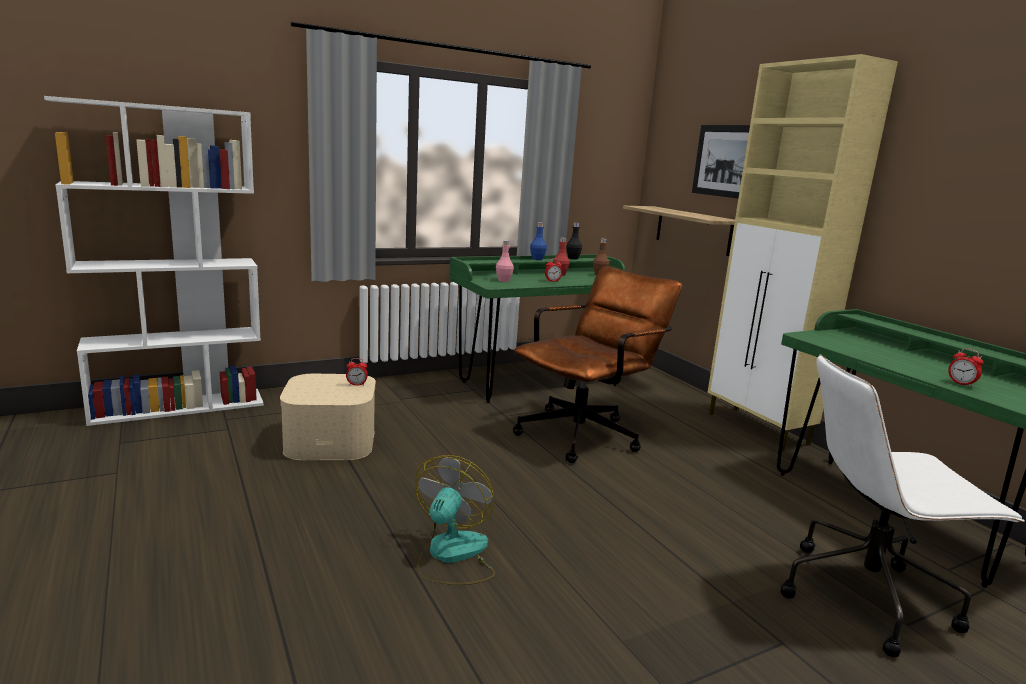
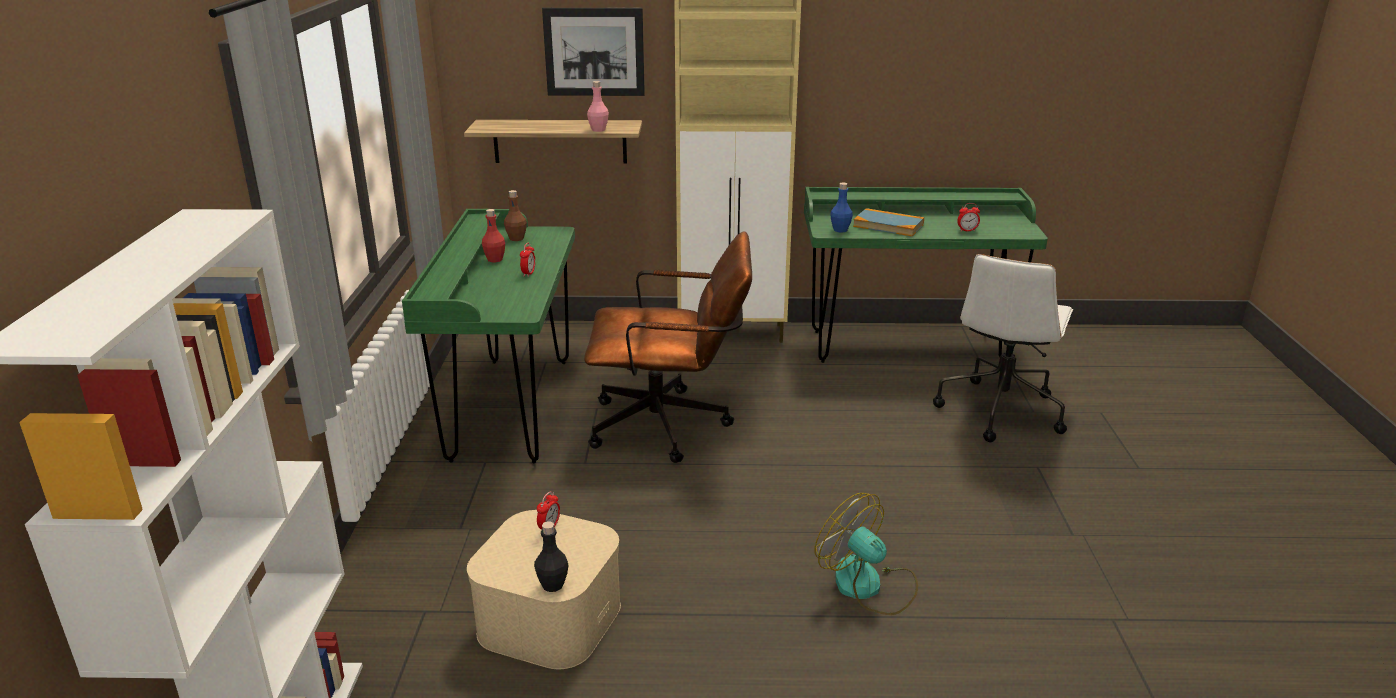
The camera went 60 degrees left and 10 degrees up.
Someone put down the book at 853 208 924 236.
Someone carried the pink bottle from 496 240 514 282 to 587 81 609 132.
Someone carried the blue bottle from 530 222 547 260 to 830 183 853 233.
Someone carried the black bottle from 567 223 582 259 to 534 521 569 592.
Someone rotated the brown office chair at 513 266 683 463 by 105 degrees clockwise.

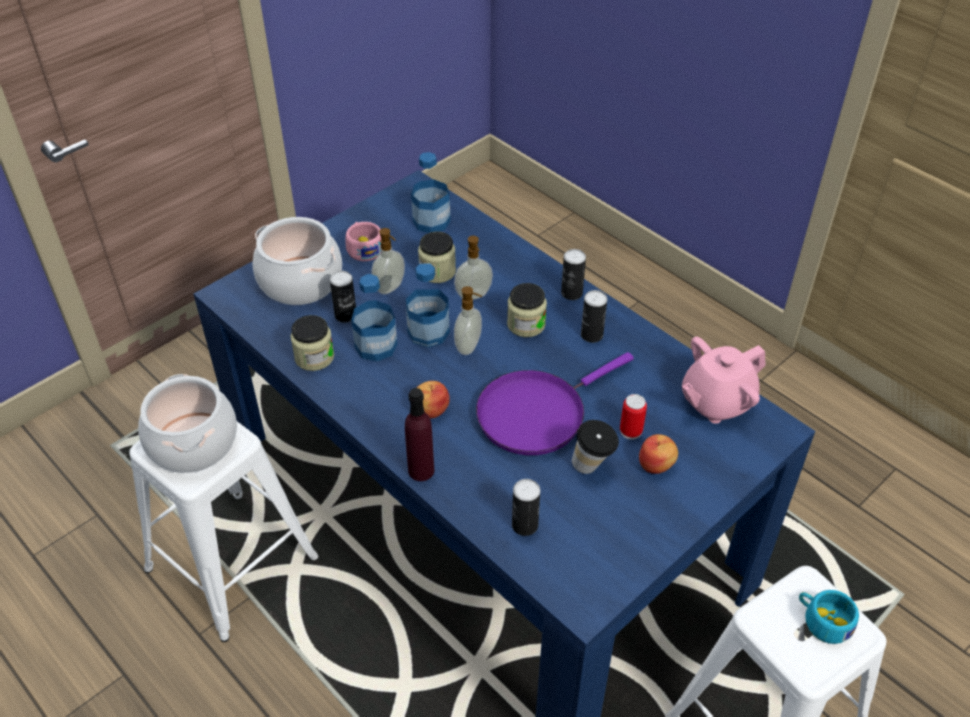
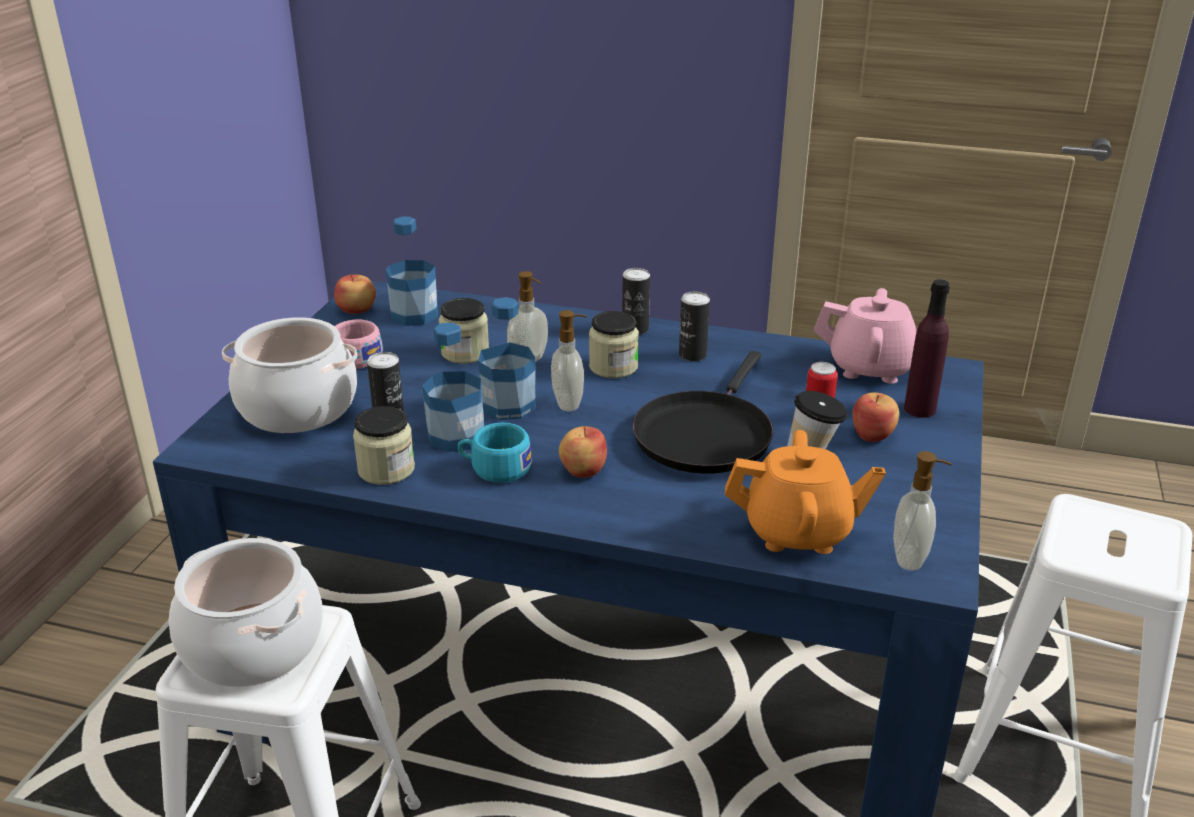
The camera went 30 degrees left and 15 degrees down.
Someone put down the apple at 334 274 376 314.
Someone carried the soap dispenser from 371 228 405 294 to 893 451 952 571.
Someone carried the purple bottle from 405 388 434 481 to 904 279 950 418.
Someone carried the turquoise cup from 799 590 859 644 to 458 423 532 483.
Someone swapped the can at 512 479 541 536 for the orange teapot at 725 430 886 554.
Someone repainted the purple frying pan at 476 352 634 455, which became the black frying pan at 633 351 773 474.
Someone rotated the pink teapot at 682 336 766 424 by 105 degrees counterclockwise.

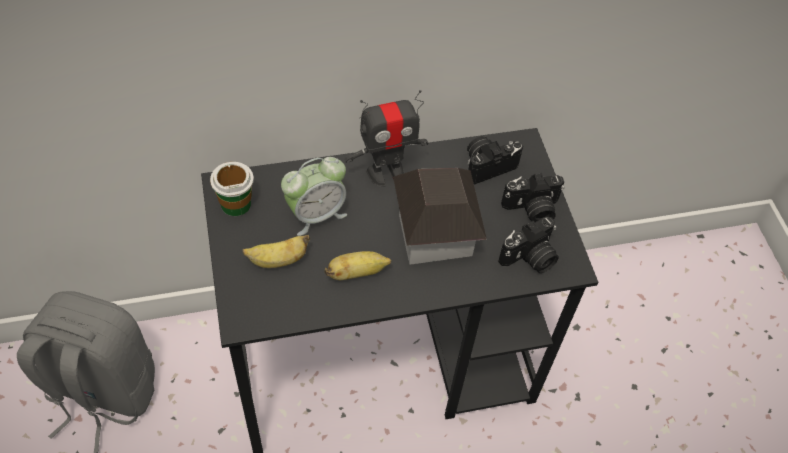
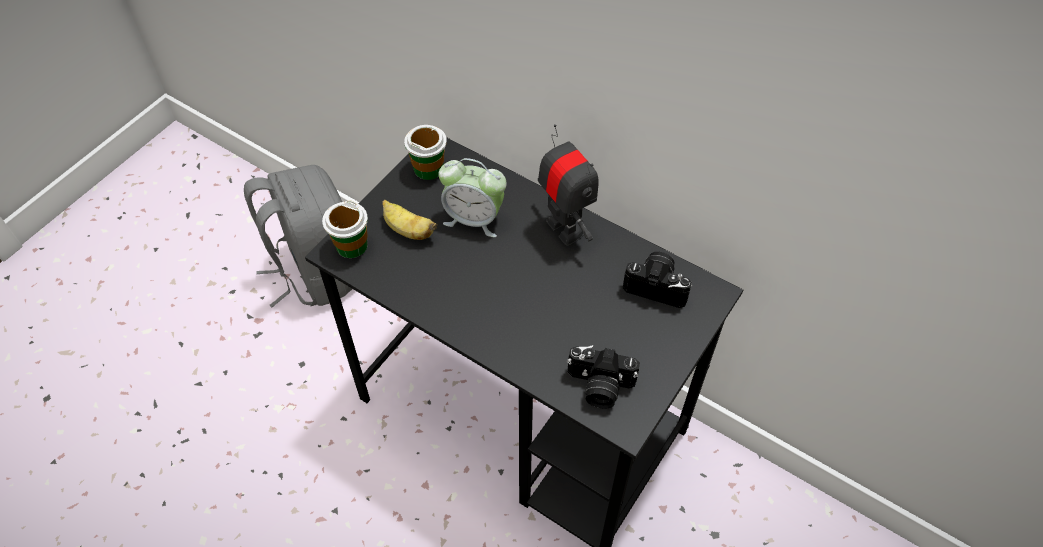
The camera went 50 degrees right and 0 degrees up.
Someone took away the banana at 324 251 391 280.
Someone took away the toy house at 393 168 487 265.
Someone took away the photo camera at 501 173 564 222.
Someone put down the cup at 322 201 368 258.
Someone rotated the toy robot at 345 90 428 186 by 150 degrees counterclockwise.

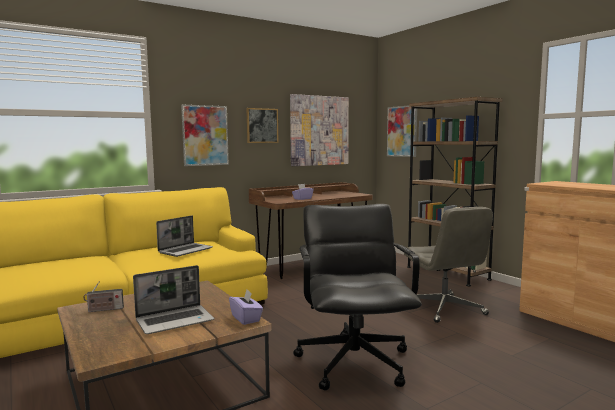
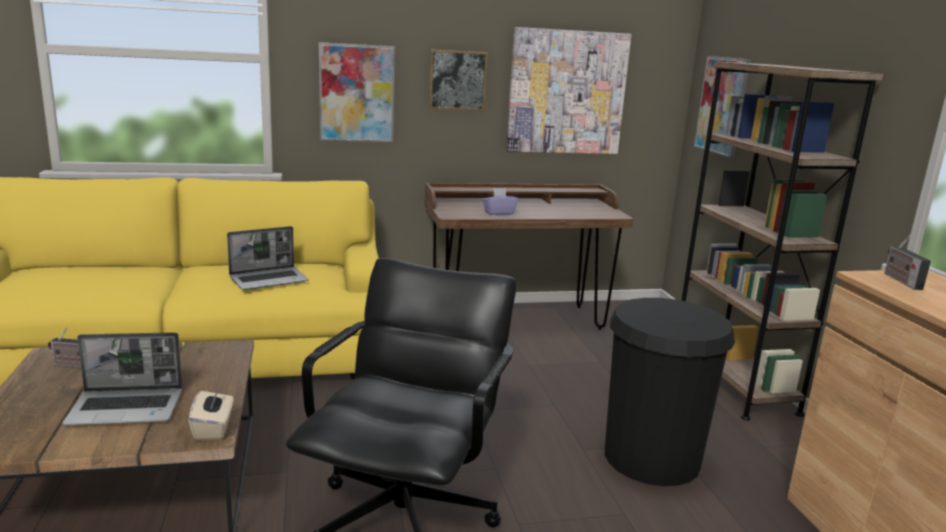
The camera went 20 degrees right and 10 degrees up.
Someone put down the radio at 884 235 931 290.
Someone swapped the grey office chair at 404 207 493 323 for the black trash can at 605 298 735 486.
Someone repainted the purple tissue box at 229 290 263 325, which became the beige tissue box at 189 388 234 441.

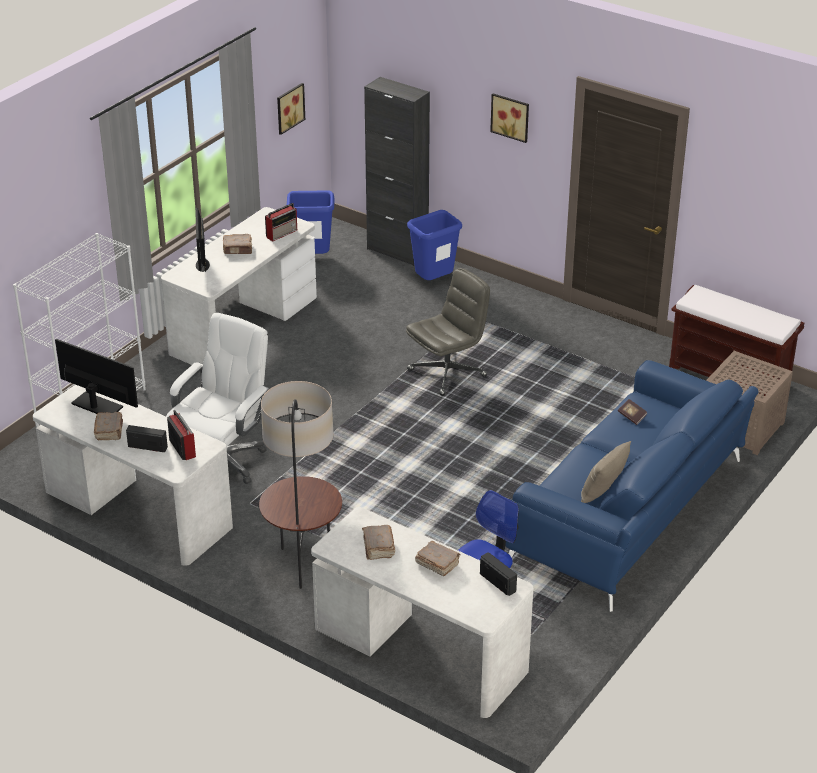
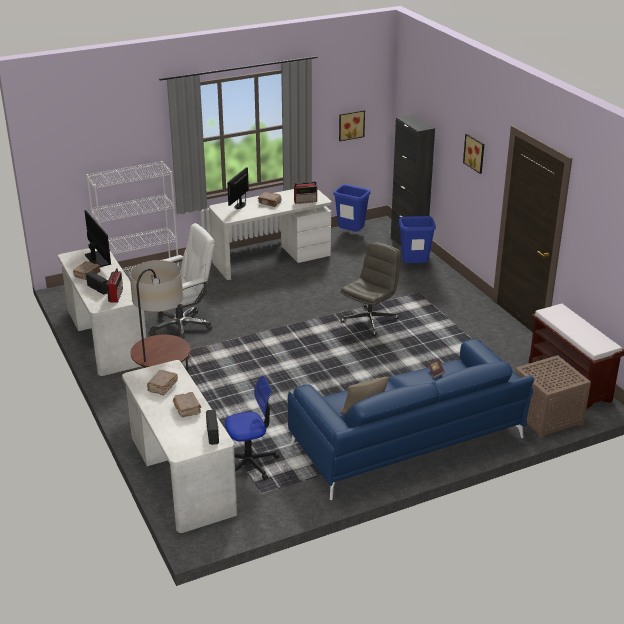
The camera went 30 degrees right and 5 degrees down.
Someone rotated the grey office chair at 406 268 490 396 by 45 degrees counterclockwise.

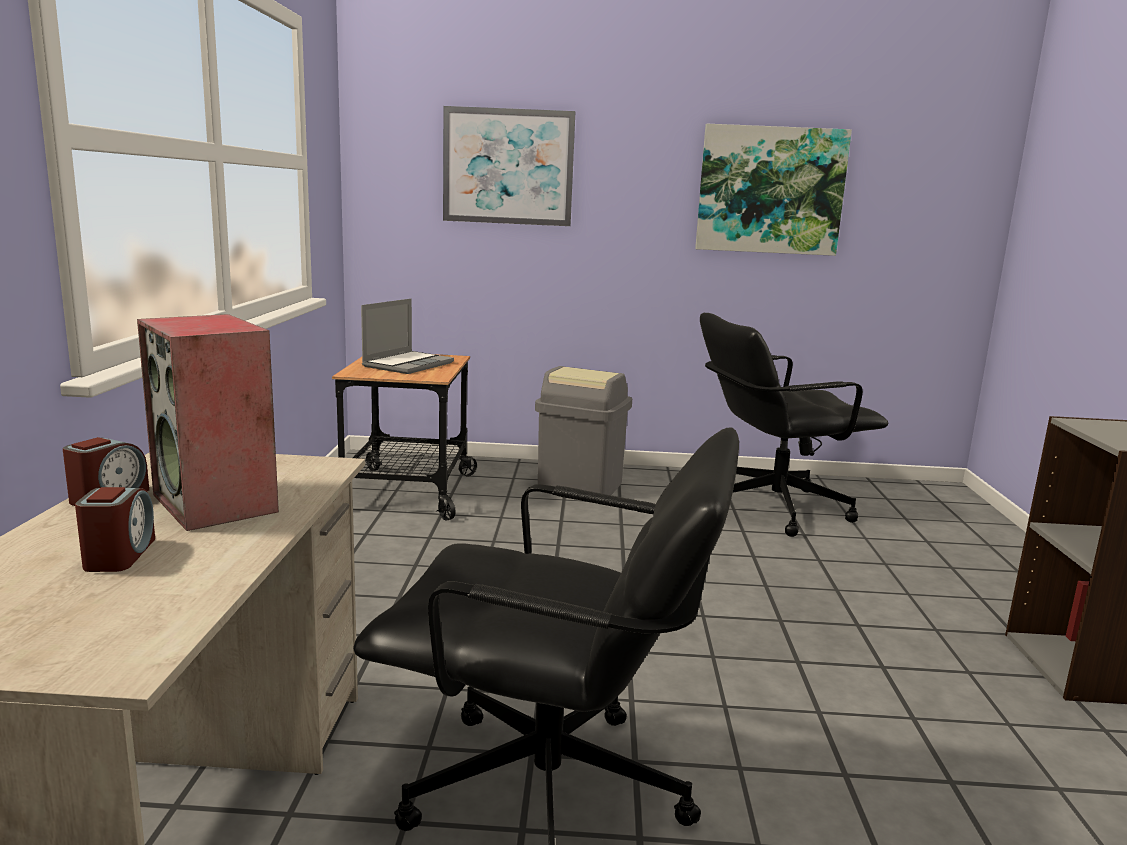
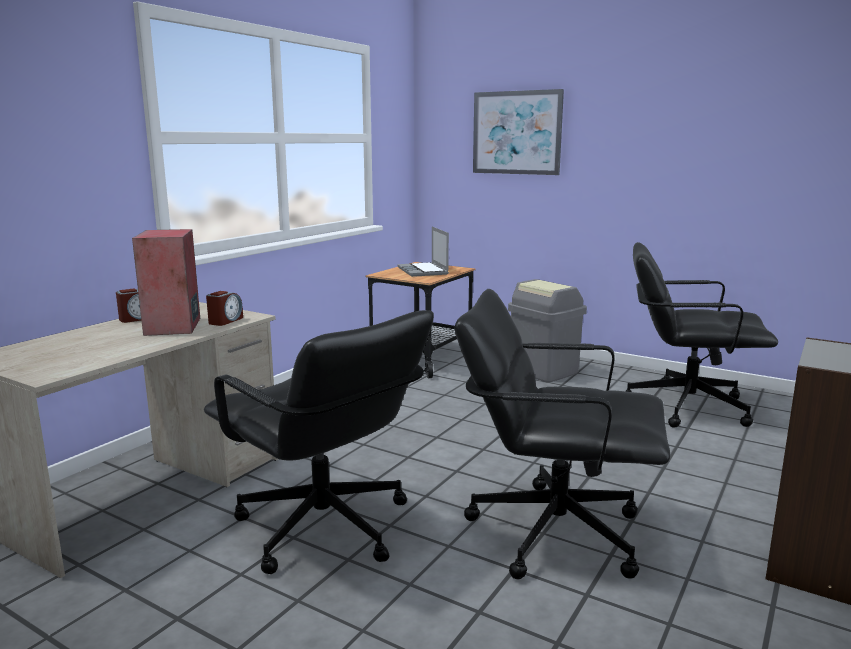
The camera went 30 degrees right and 0 degrees up.
Someone took away the picture at 695 124 852 256.
Someone put down the black office chair at 455 289 670 579.
Someone carried the alarm clock from 75 487 155 572 to 206 291 243 326.
Someone rotated the laptop at 361 298 454 374 by 105 degrees clockwise.

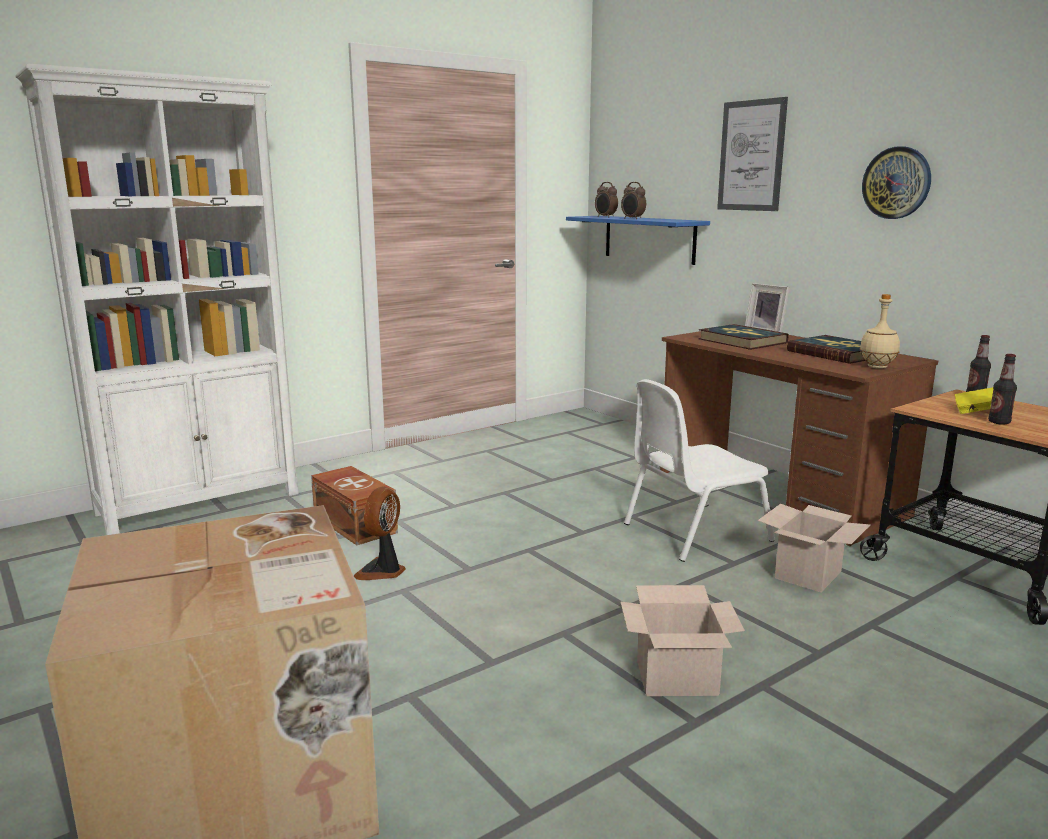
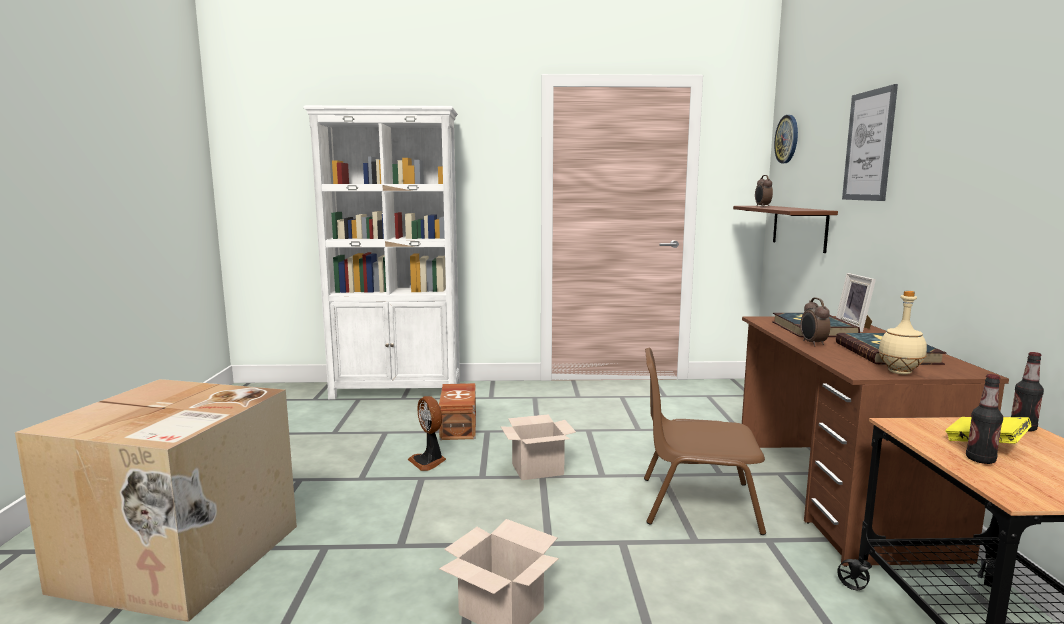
The camera went 35 degrees right and 5 degrees down.
Someone carried the alarm clock from 621 182 646 219 to 800 298 830 346.
Someone carried the cardboard box from 758 504 870 592 to 501 414 576 480.
Someone carried the wall clock from 862 146 931 219 to 774 115 798 163.
Someone repainted the blue shelf at 566 216 710 265, which became the brown shelf at 733 206 838 253.
Someone repainted the white chair at 624 379 775 562, which became the brown chair at 644 348 766 535.
Someone rotated the fan at 354 487 406 580 by 90 degrees counterclockwise.

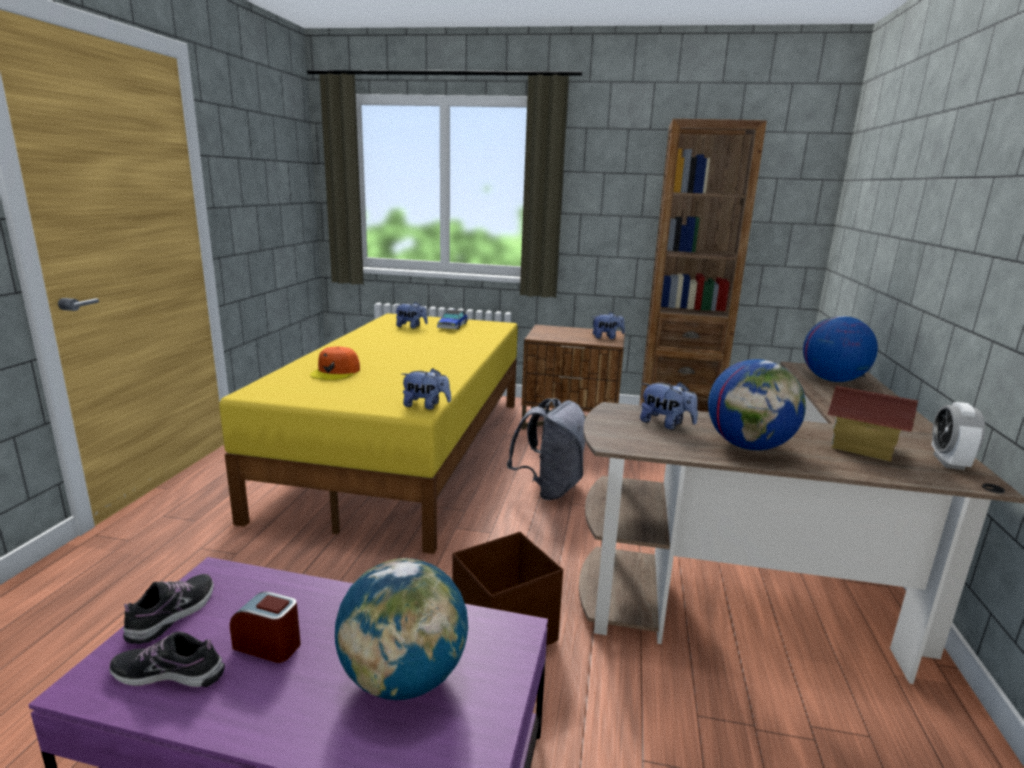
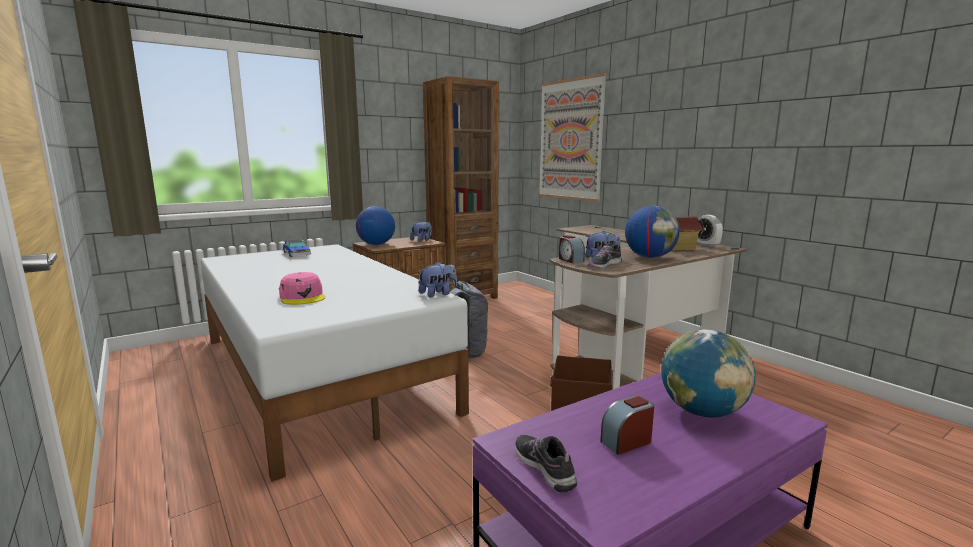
The camera went 45 degrees left and 5 degrees down.
Someone took away the plush toy at 395 302 428 329.
Someone put up the picture at 539 73 607 202.
Someone put down the alarm clock at 559 235 585 263.
Someone carried the shoe from 109 632 225 687 to 587 242 622 268.
Someone carried the globe from 803 316 878 382 to 356 206 395 245.
Someone repainted the yellow bed at 219 313 518 554, which became the white bed at 201 244 469 482.
Someone repainted the orange cap at 310 346 360 380, which became the pink cap at 279 272 325 305.

